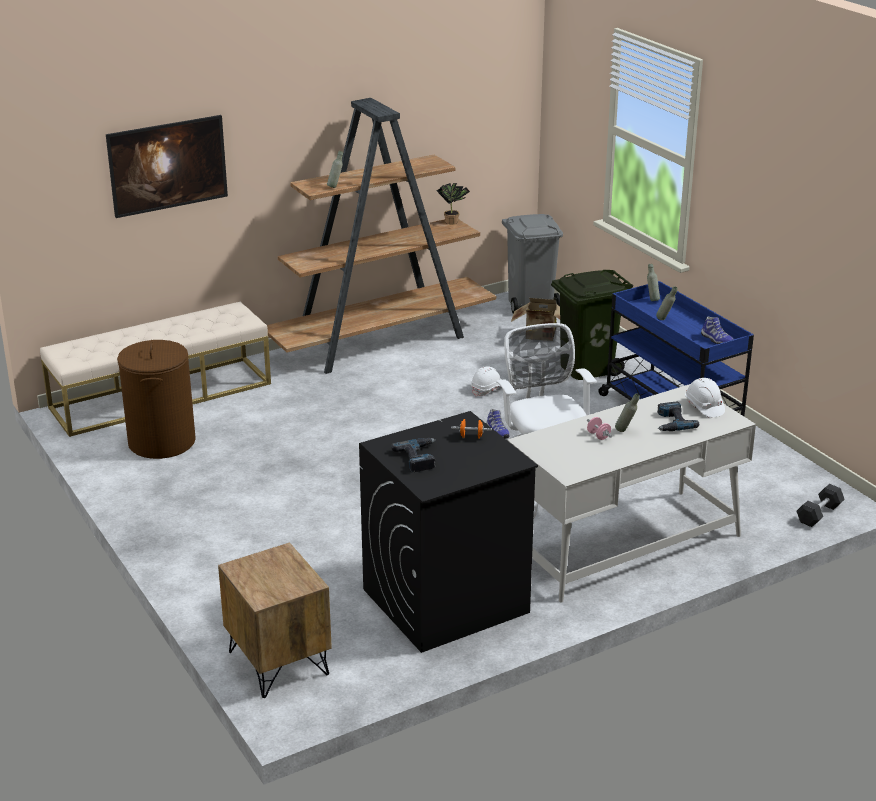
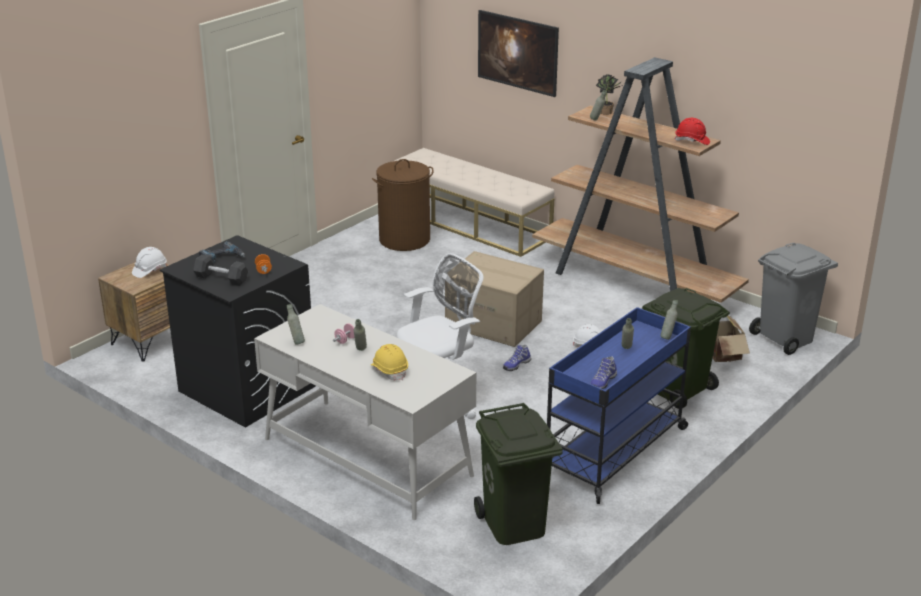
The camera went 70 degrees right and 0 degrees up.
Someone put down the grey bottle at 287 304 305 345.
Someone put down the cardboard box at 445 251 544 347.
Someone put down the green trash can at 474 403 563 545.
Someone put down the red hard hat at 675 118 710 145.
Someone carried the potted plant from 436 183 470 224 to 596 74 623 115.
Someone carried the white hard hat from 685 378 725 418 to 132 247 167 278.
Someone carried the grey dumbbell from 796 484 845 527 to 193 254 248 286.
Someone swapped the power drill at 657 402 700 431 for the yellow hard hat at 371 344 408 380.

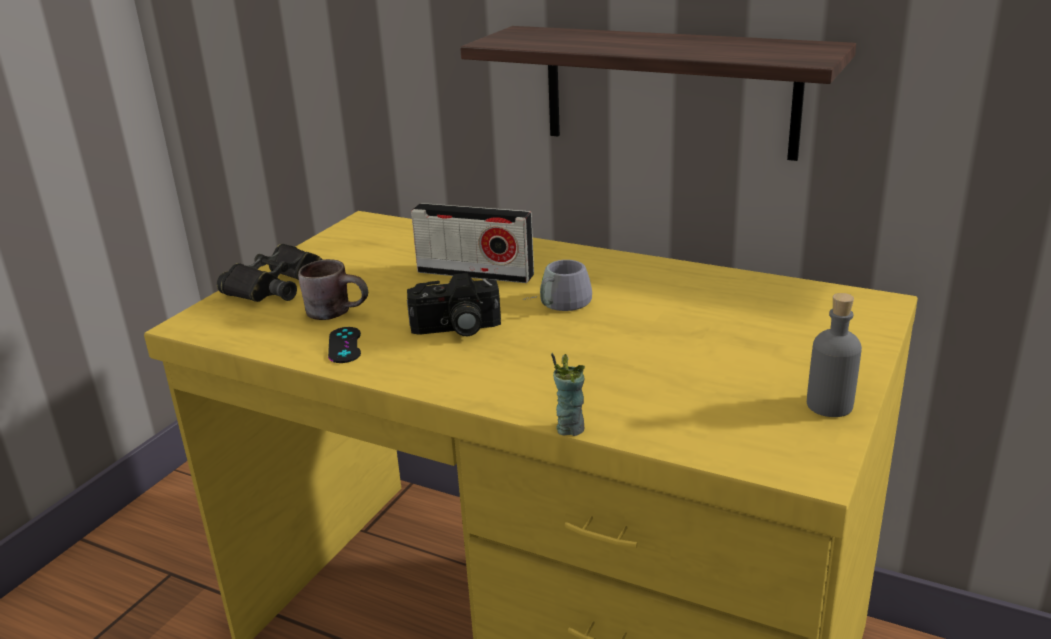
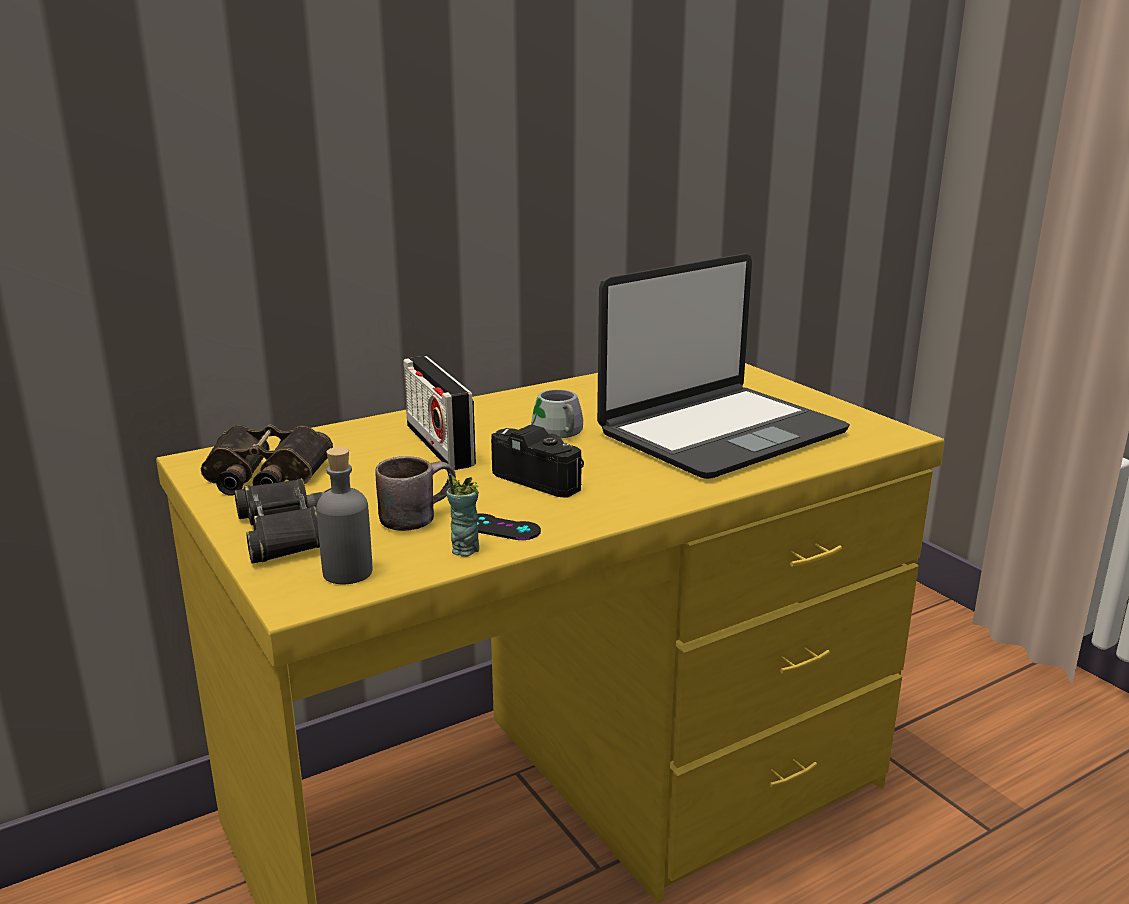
The camera went 60 degrees left and 5 degrees down.
Someone took away the shelf at 460 26 856 161.
Someone put down the binoculars at 201 425 333 495.
Someone put down the laptop at 597 253 850 479.
Someone carried the cup from 551 353 585 436 to 446 473 479 557.
Someone carried the grey bottle from 807 293 862 417 to 316 447 372 584.
Someone rotated the photo camera at 407 273 501 336 by 75 degrees counterclockwise.
Someone rotated the radio at 411 203 534 283 by 105 degrees clockwise.

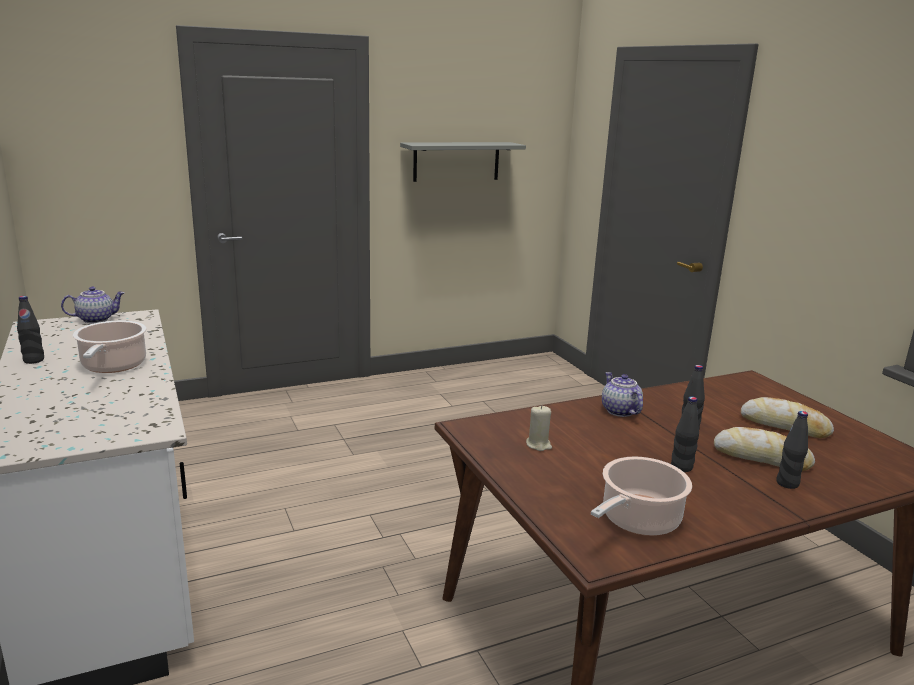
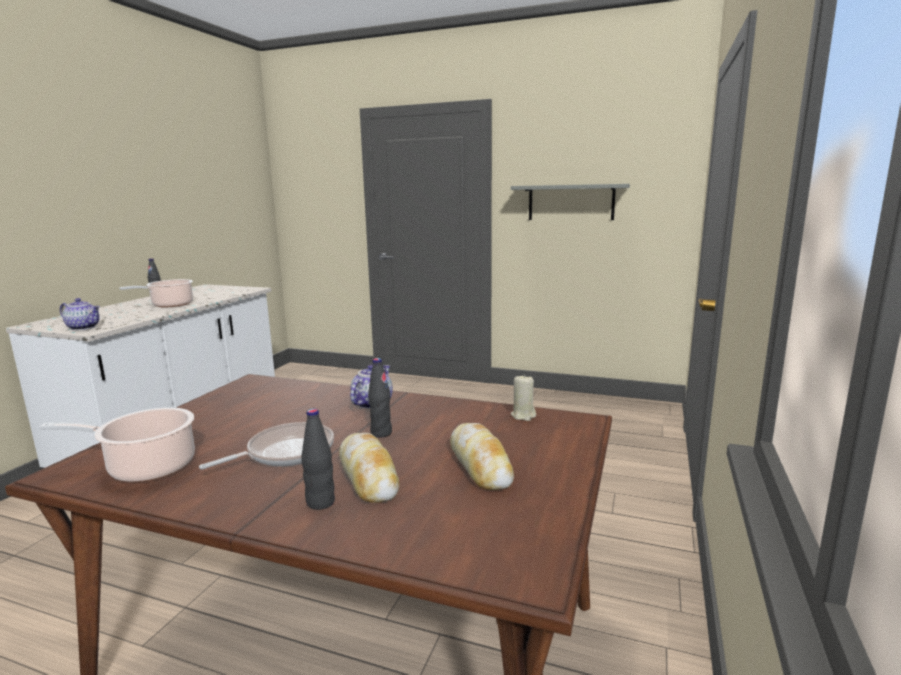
The camera went 45 degrees right and 5 degrees down.
Someone carried the teapot from 61 286 125 323 to 60 298 100 330.
Someone carried the beige candle from 526 405 552 451 to 511 374 536 421.
Someone swapped the black bottle at 671 396 699 472 for the frying pan at 199 422 334 469.

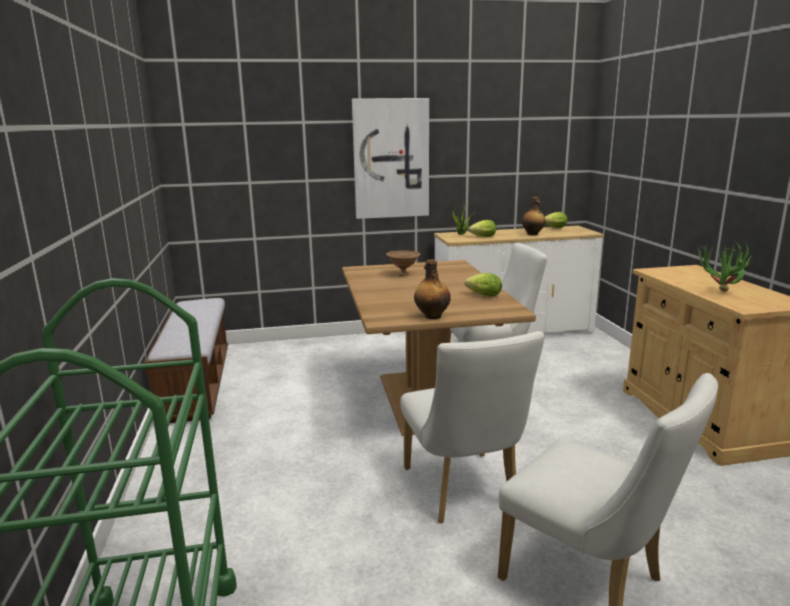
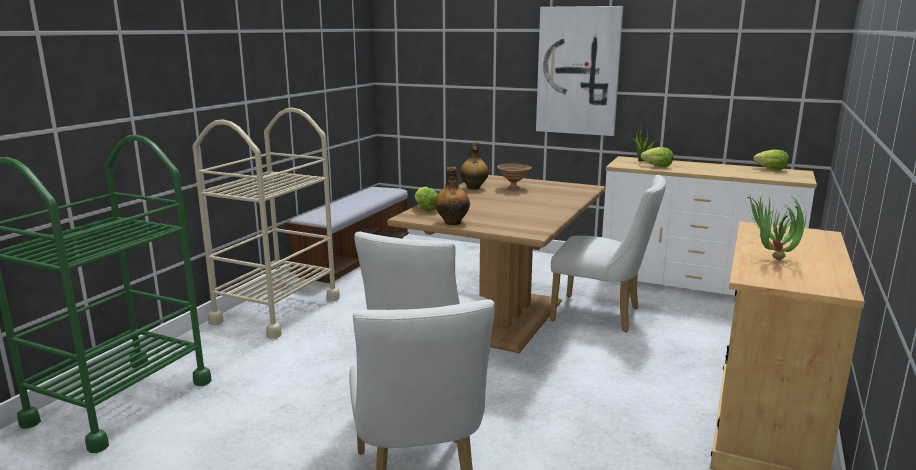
The camera went 35 degrees right and 0 degrees up.
Someone put down the beige cart at 193 108 340 339.
Someone carried the lettuce from 464 273 502 297 to 415 187 438 212.
Someone carried the bottle from 522 197 546 235 to 460 142 489 190.

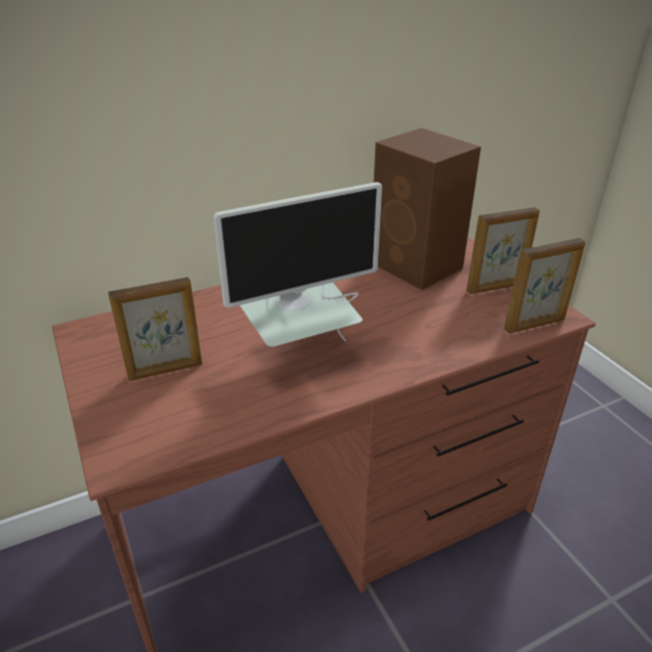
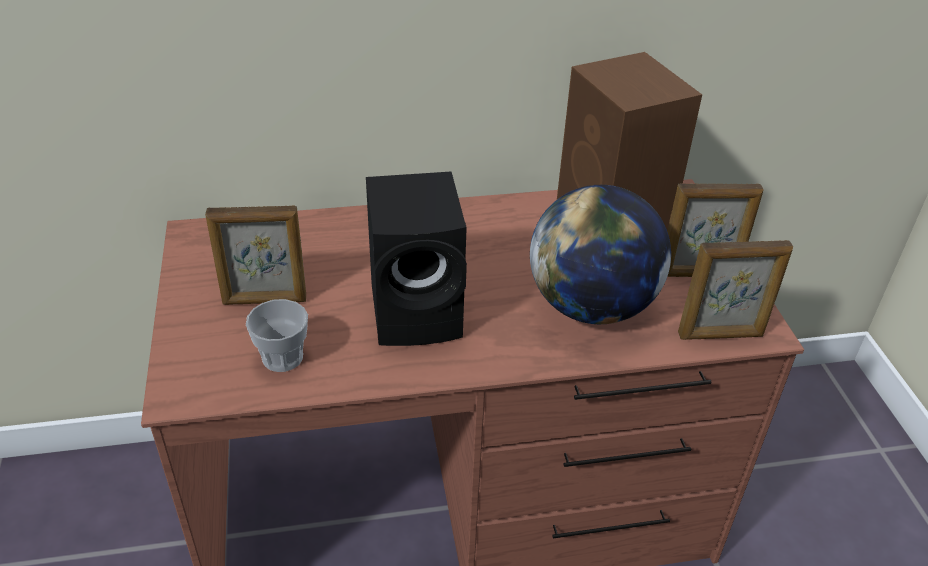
The camera went 15 degrees right and 5 degrees up.
Someone put down the cup at 246 299 308 372.
Someone put down the globe at 530 185 671 324.
Someone swapped the monitor at 213 182 382 347 for the black speaker at 366 171 467 346.

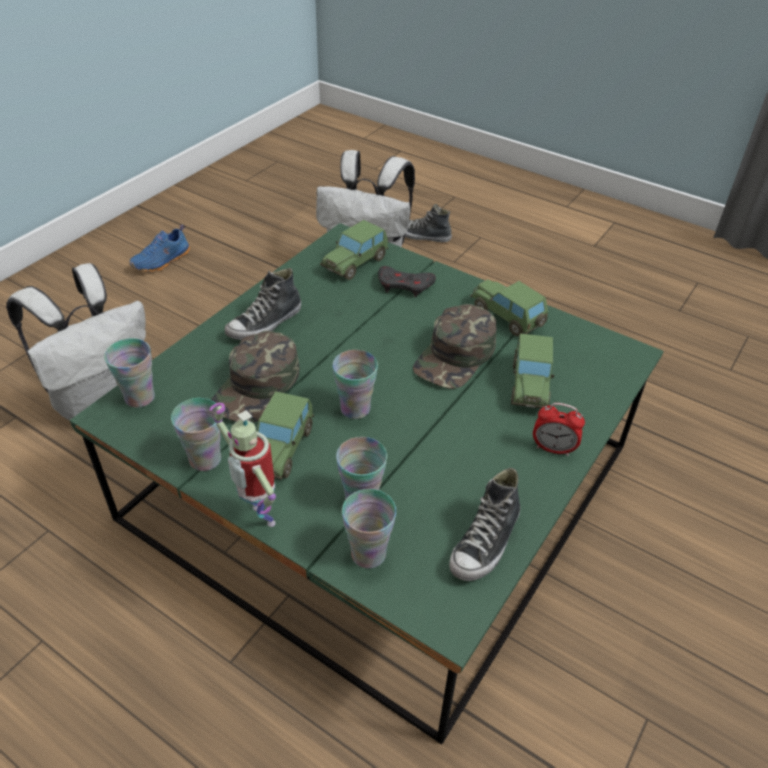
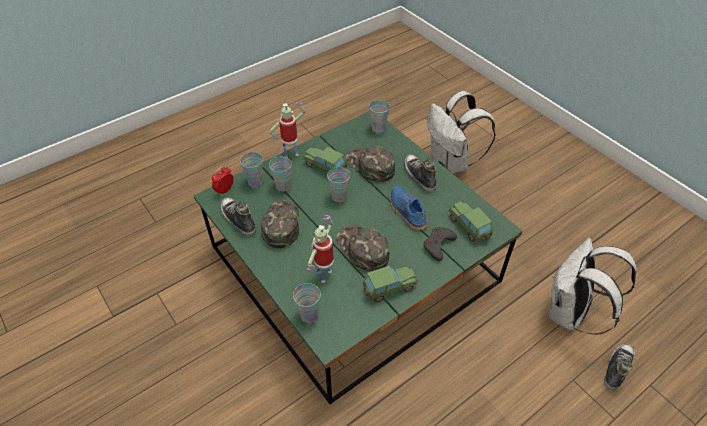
The camera went 110 degrees right and 5 degrees up.
Someone put down the green cap at 261 200 299 248.
Someone carried the blue shoe from 129 225 190 272 to 390 186 428 230.
Someone carried the cup from 171 398 221 471 to 293 283 321 323.
Someone carried the alarm clock from 533 403 585 456 to 212 166 234 196.
Someone swapped the toy car at 511 333 554 408 for the toy robot at 308 215 334 283.

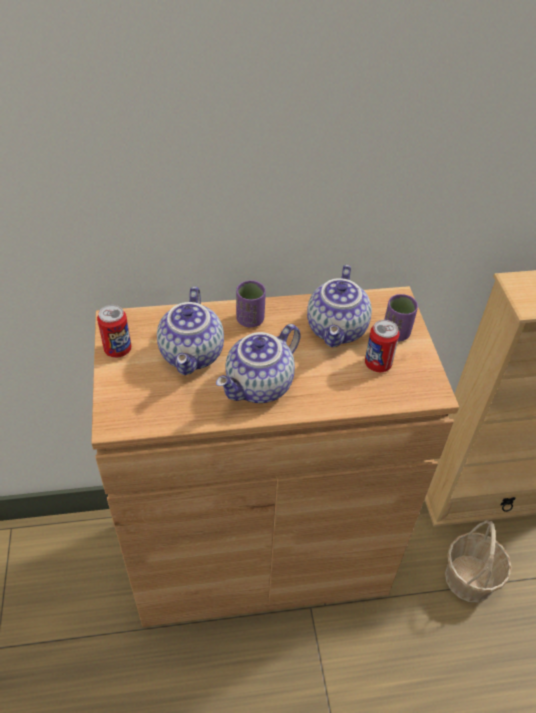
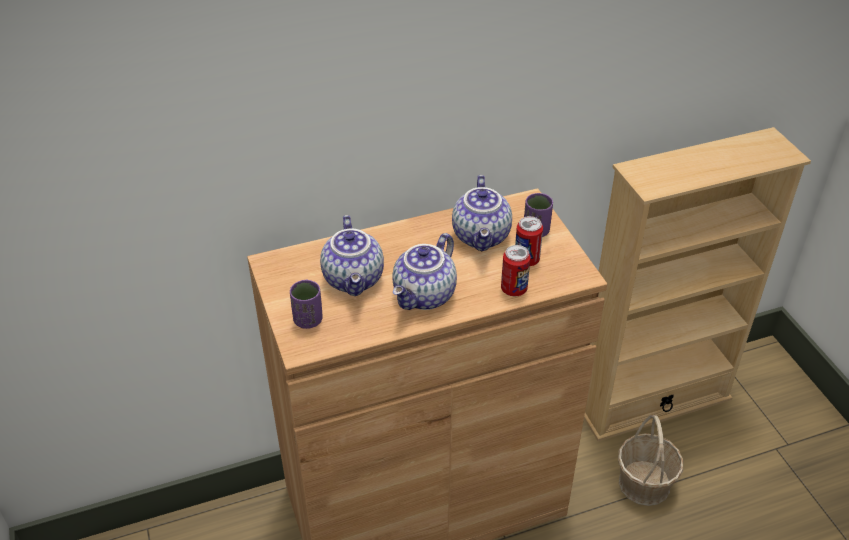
The camera went 10 degrees left and 5 degrees down.
Someone carried the can from 97 305 132 358 to 501 245 531 296.
Someone carried the purple cup from 236 280 266 327 to 290 279 323 329.

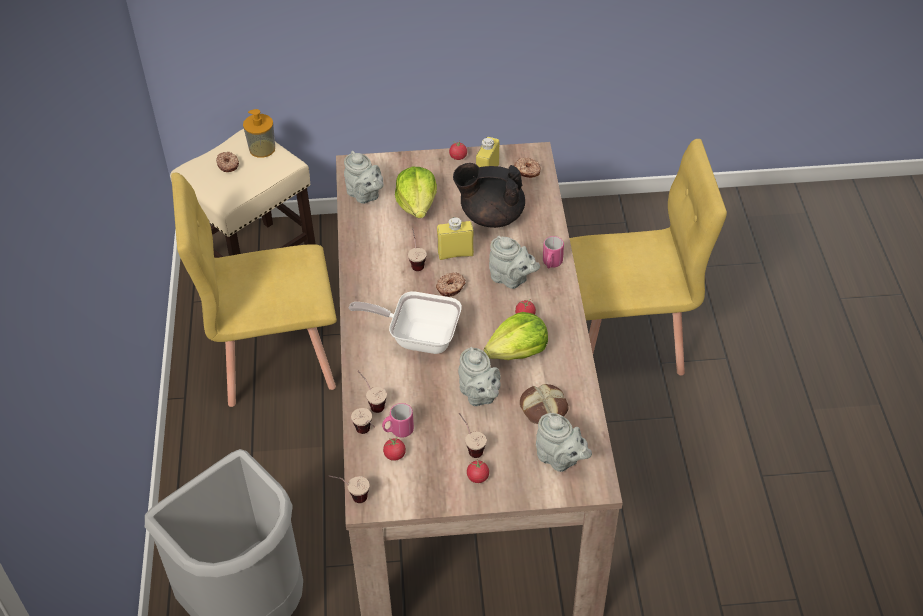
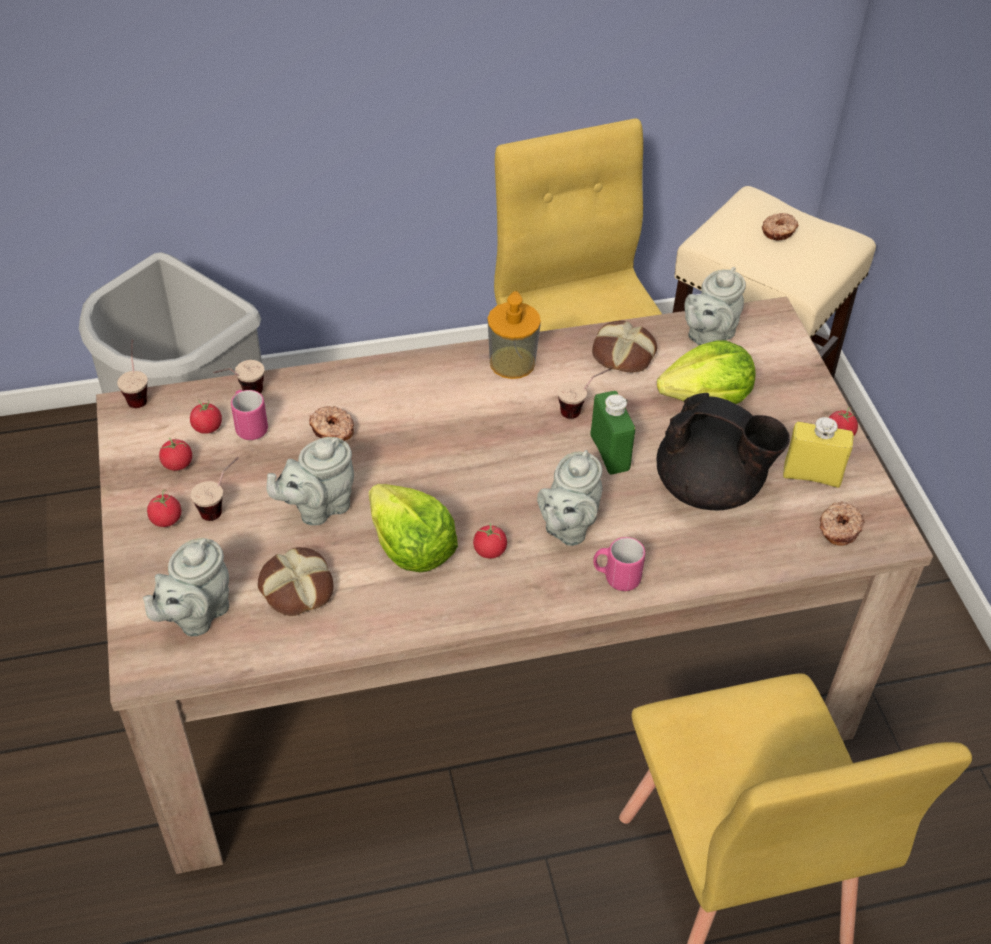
The camera went 80 degrees right and 0 degrees up.
Someone took away the frying pan at 349 291 462 354.
Someone took away the cup at 358 371 387 413.
Someone put down the tomato at 159 438 192 471.
Someone put down the bread at 592 320 657 372.
Someone carried the soap dispenser from 243 109 275 158 to 487 291 541 379.
Someone carried the donut from 436 273 465 297 to 309 406 354 441.
Someone repainted the yellow bottle at 437 217 474 260, which became the green bottle at 590 391 635 474.
Someone rotated the black teapot at 453 163 525 228 by 120 degrees clockwise.

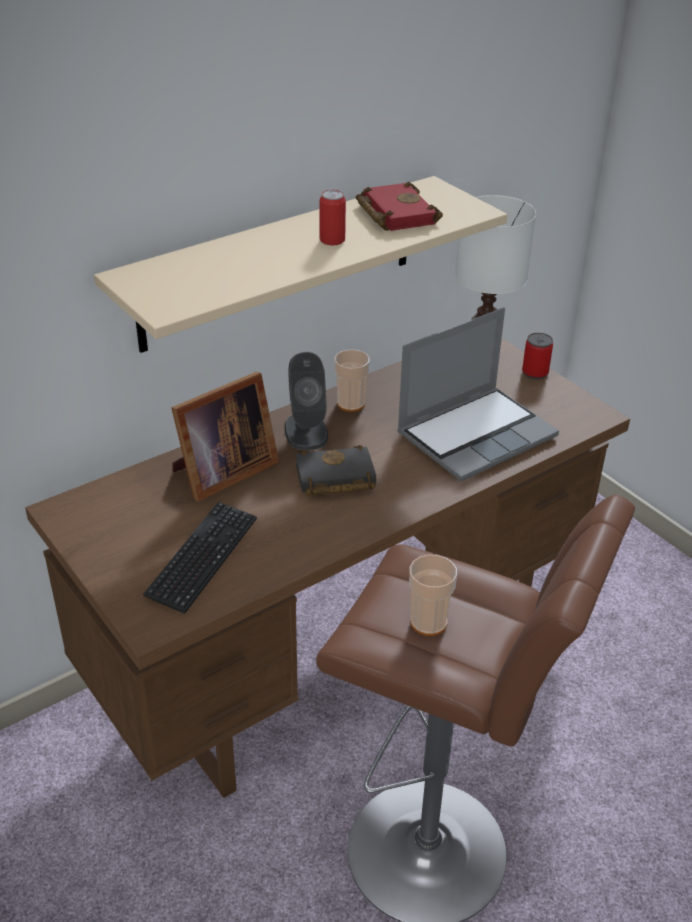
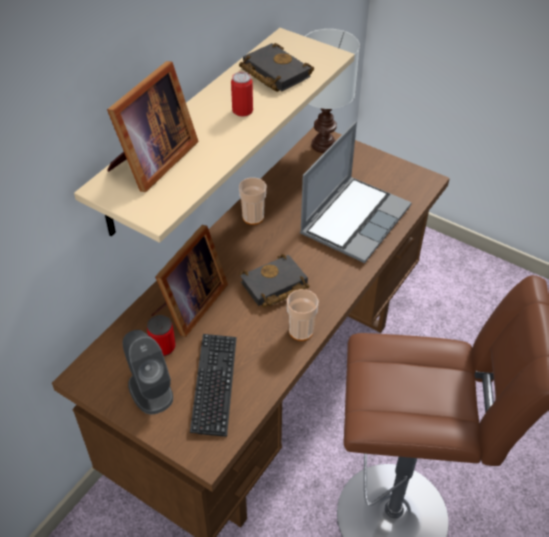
The camera went 20 degrees left and 10 degrees up.
Someone put down the picture frame at 107 61 199 192.
Someone carried the grey speaker from 284 352 328 450 to 123 330 173 414.
Someone carried the cup from 409 554 457 636 to 287 289 318 341.
Someone carried the can from 522 333 553 379 to 147 315 175 356.
Someone repainted the red book at 356 182 443 231, which became the black book at 239 43 314 92.

